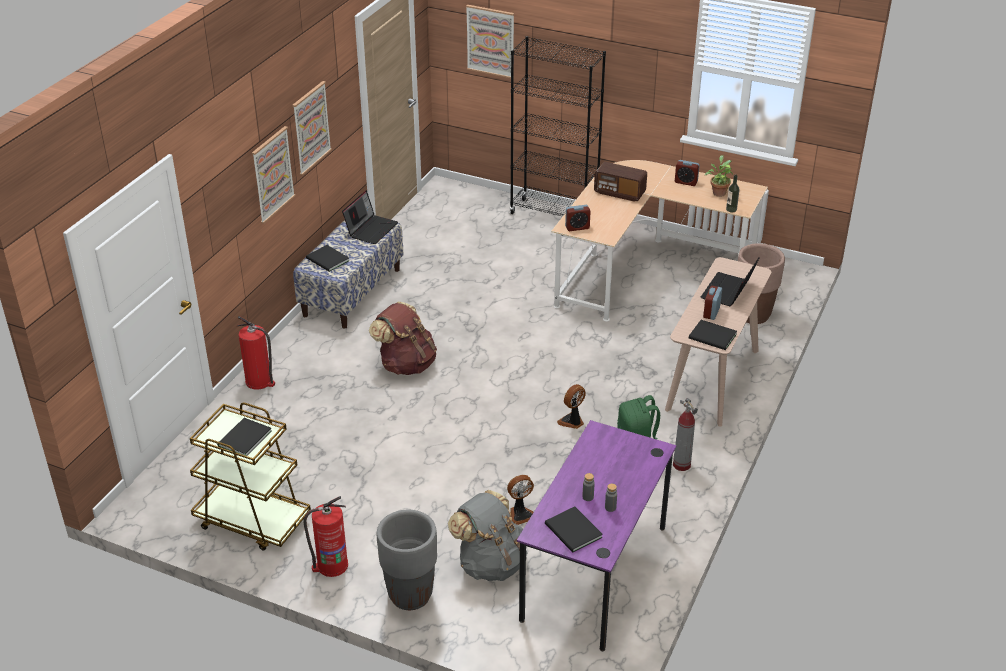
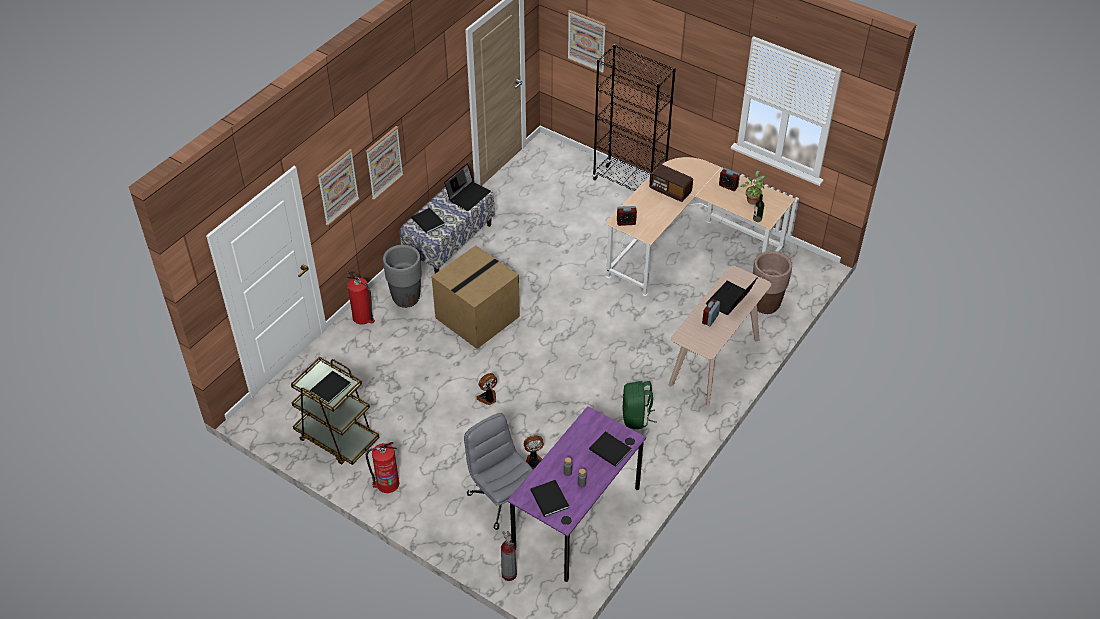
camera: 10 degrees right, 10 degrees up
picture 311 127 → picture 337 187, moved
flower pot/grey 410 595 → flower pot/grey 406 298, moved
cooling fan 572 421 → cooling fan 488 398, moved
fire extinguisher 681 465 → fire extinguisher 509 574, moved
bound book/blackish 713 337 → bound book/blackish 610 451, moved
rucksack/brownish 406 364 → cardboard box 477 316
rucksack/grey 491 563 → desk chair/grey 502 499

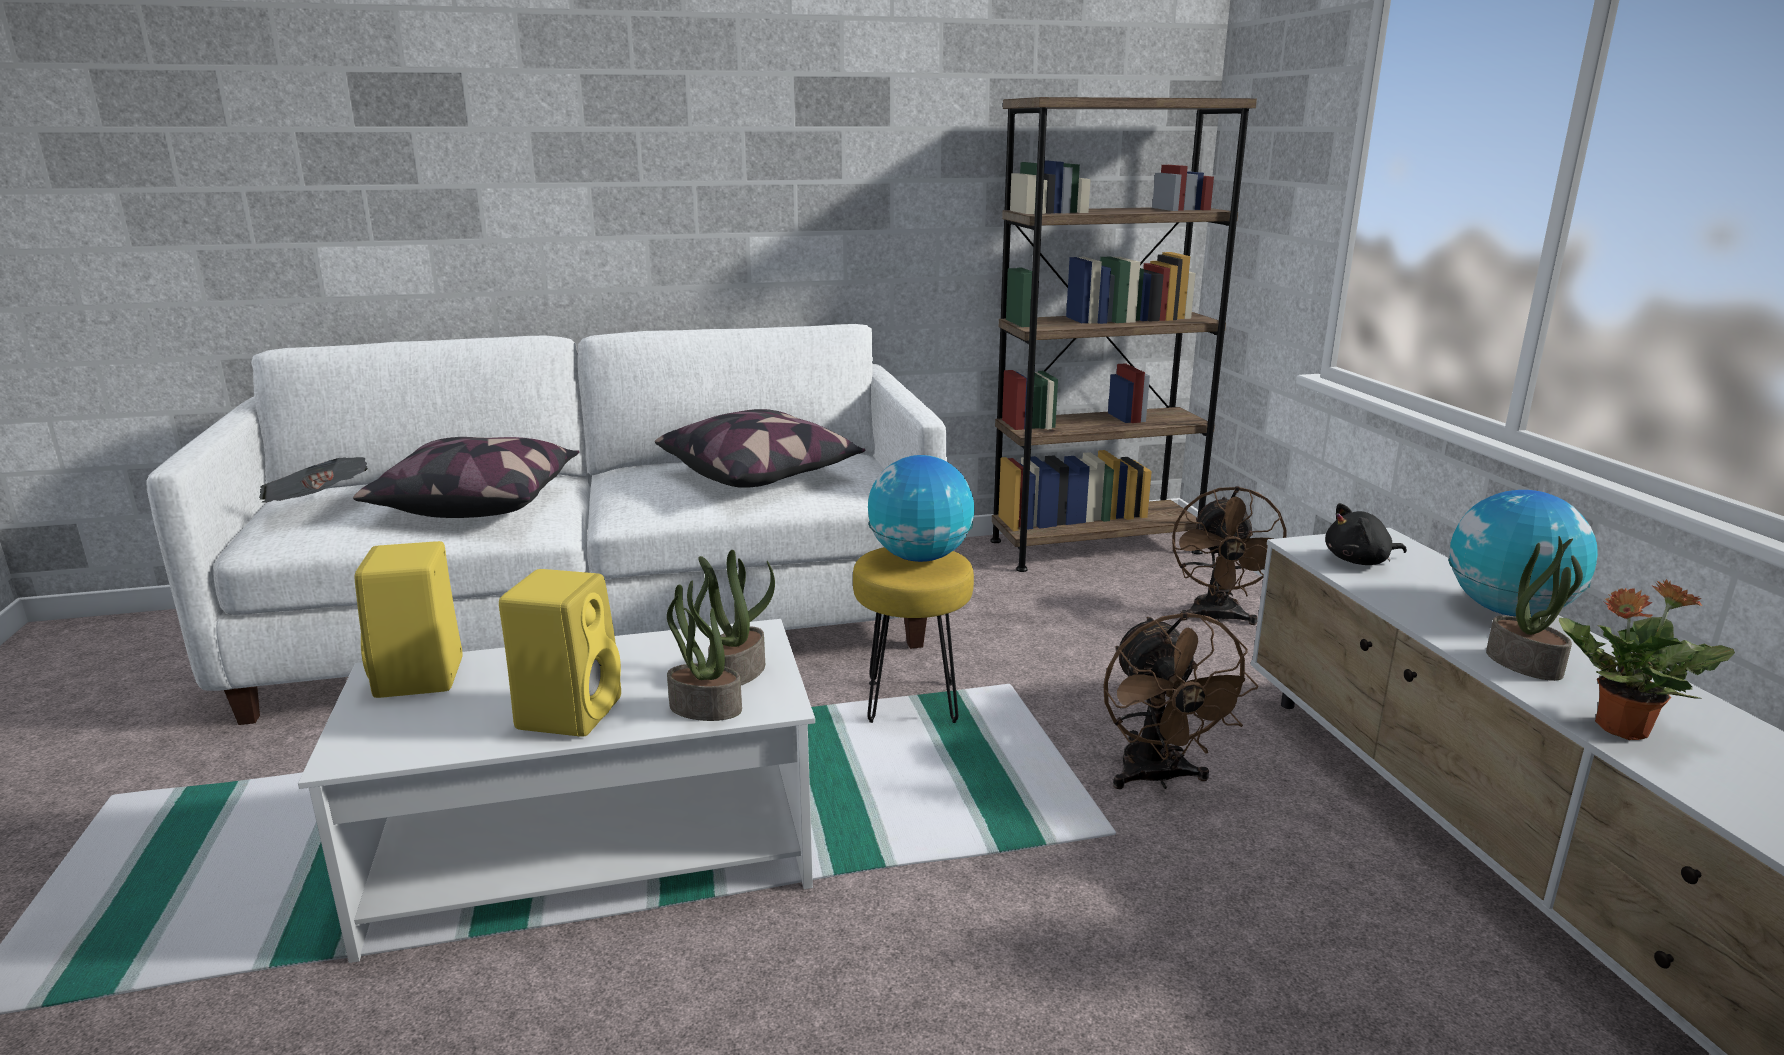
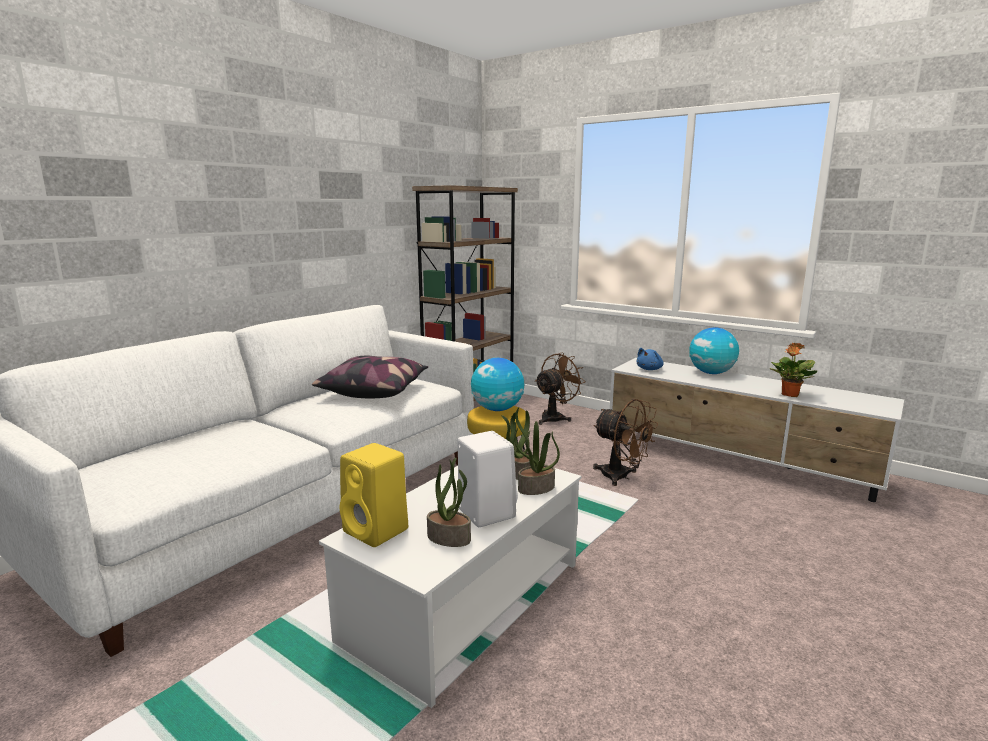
camera: 40 degrees left, 5 degrees down
daily paper 319 507 → -
throw pillow 478 503 → -
potted plant 1525 664 → potted plant 450 538, moved
speaker/yellow 570 711 → speaker/white 484 512
plush toy/blackish 1360 561 → plush toy/blue-coloured 650 369
cooling fan/brownish 1217 619 → cooling fan/brownish 555 417, 105 degrees counterclockwise

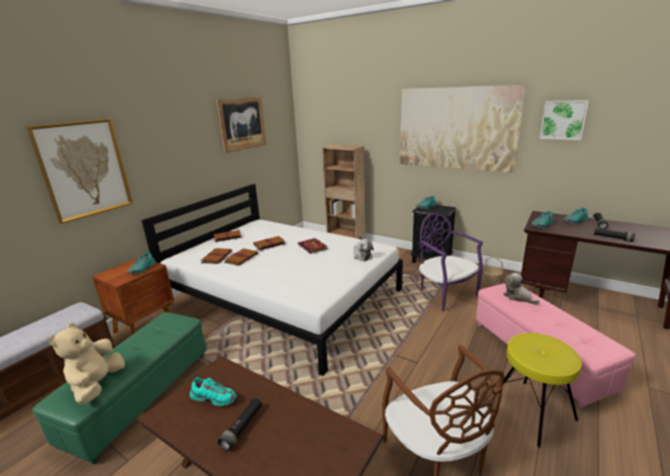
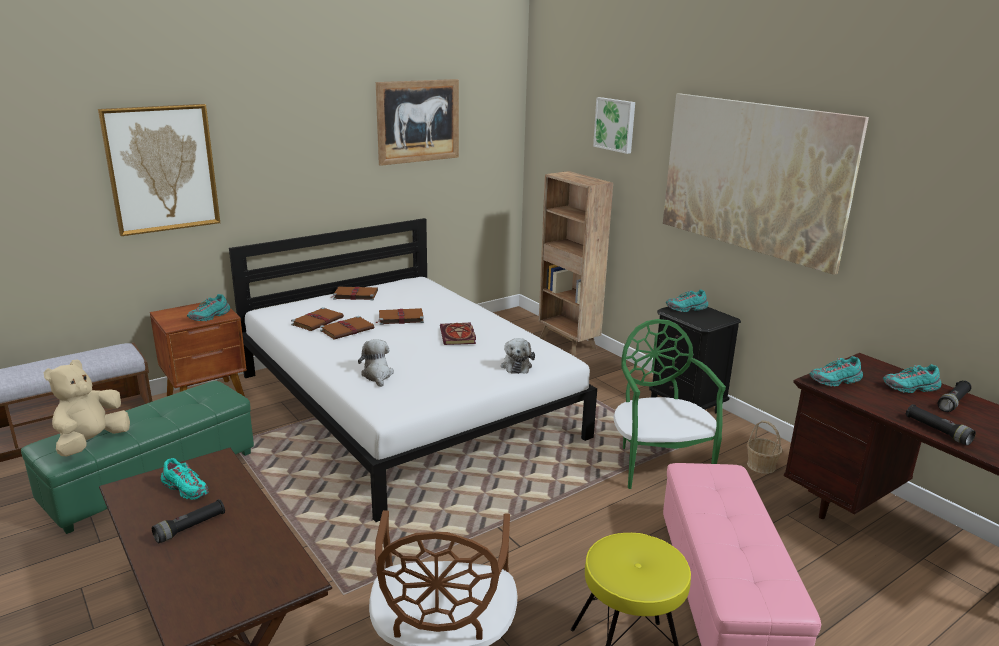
camera: 20 degrees right, 0 degrees up
plush toy 518 297 → plush toy 377 375, moved
picture 563 120 → picture 615 124, moved
chair/purple 445 294 → chair/greenish 658 464

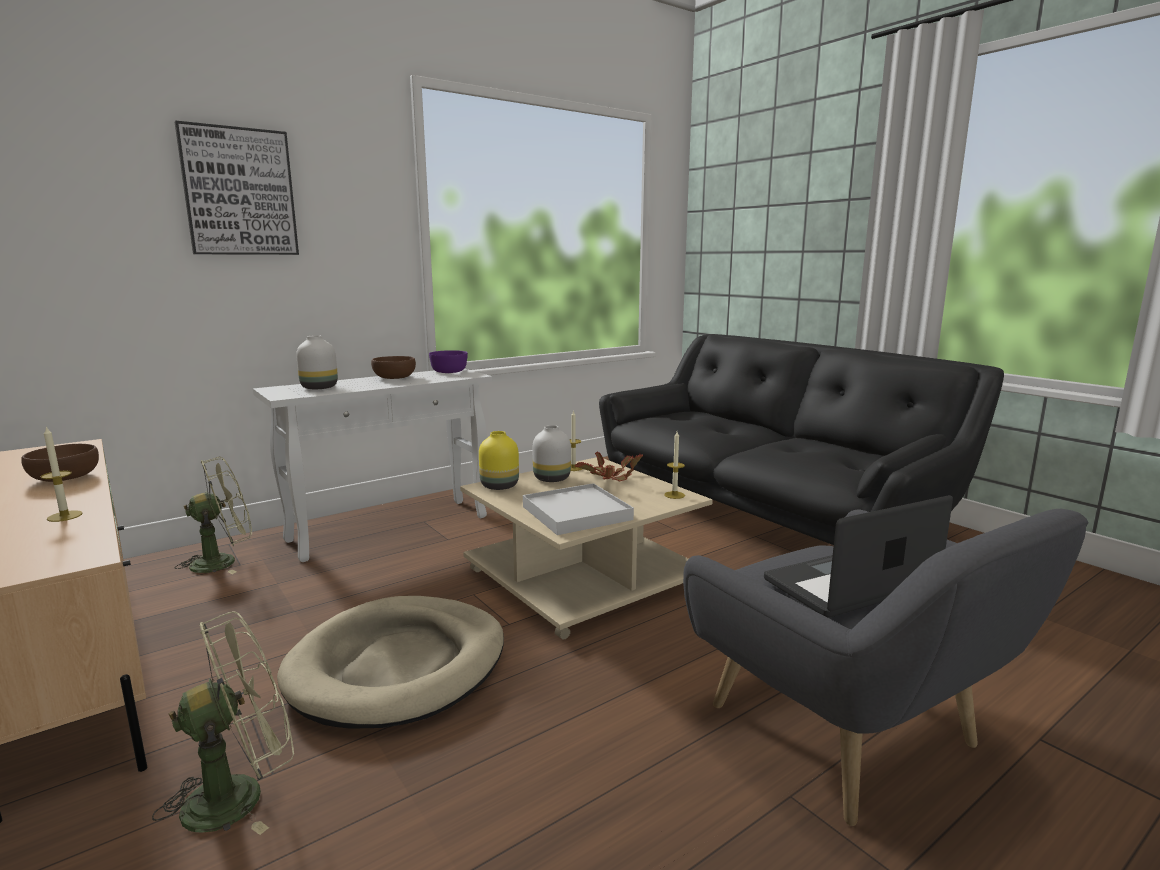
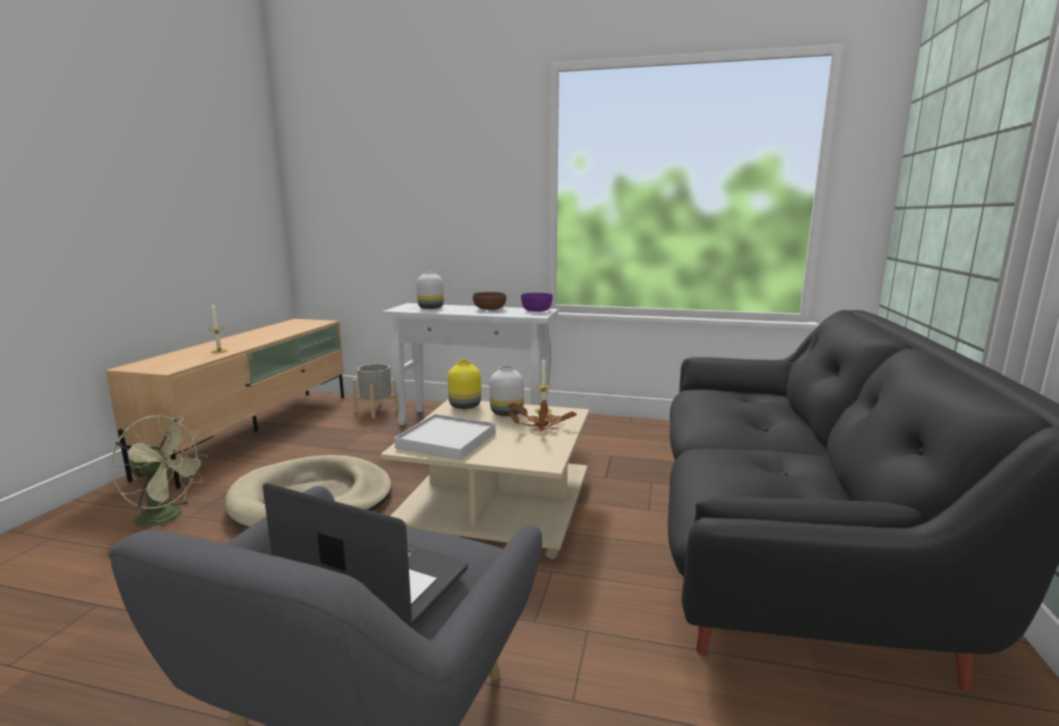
camera: 50 degrees right, 0 degrees up
bowl/brownish 66 478 → -
picture 239 192 → -
wax light 674 495 → -
cooling fan/greenish 223 561 → flower pot/grey 376 410

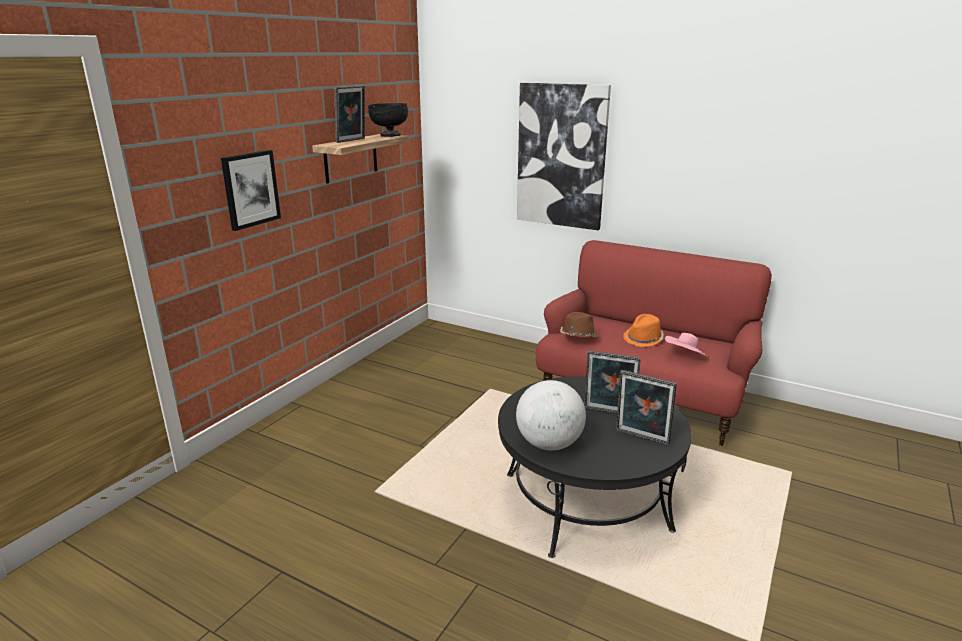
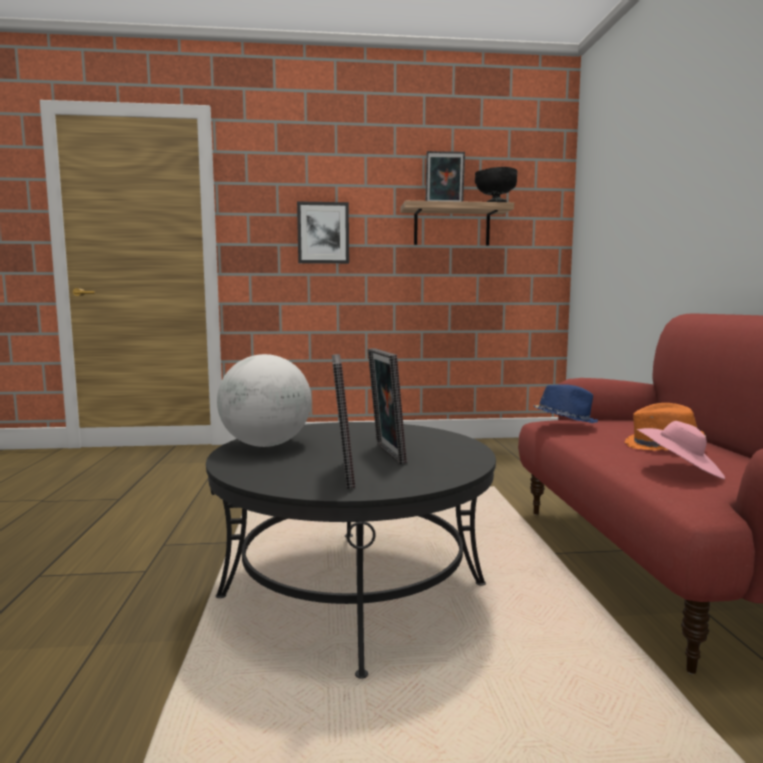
camera: 55 degrees right, 15 degrees down
picture 561 156 → -
hat/brownish 578 336 → hat/blue-coloured 564 420

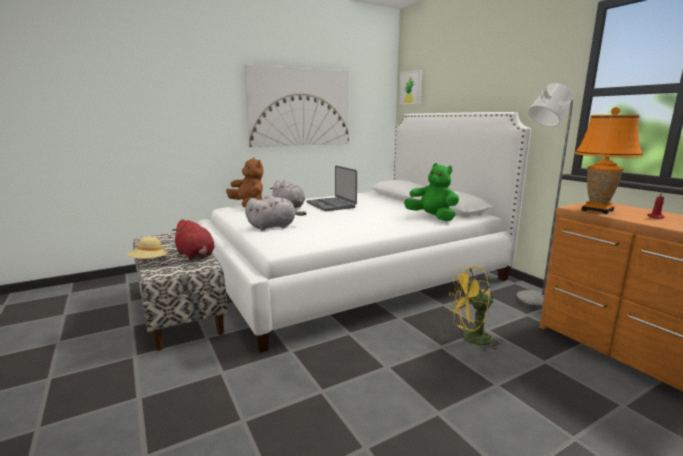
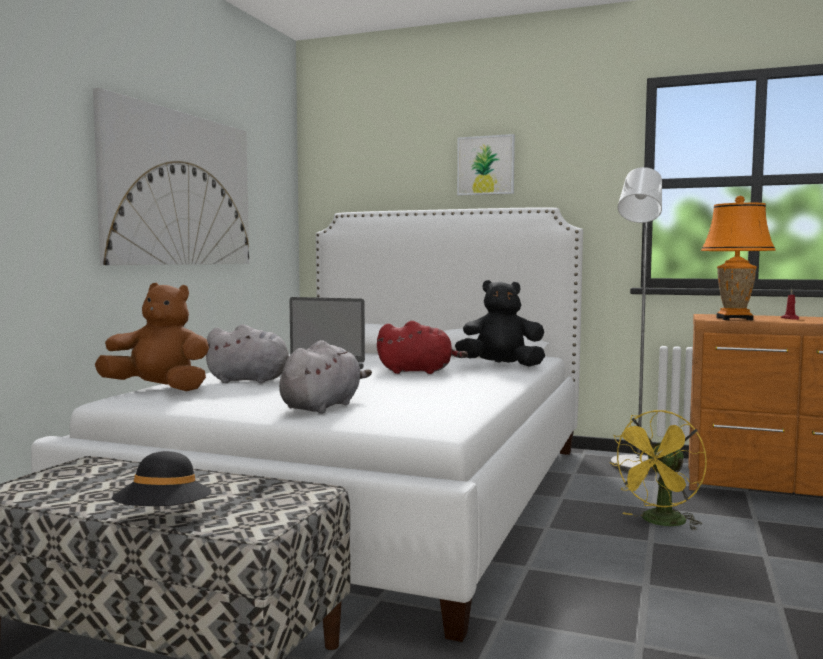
camera: 40 degrees left, 10 degrees down
plush toy/red-coloured 196 255 → plush toy/red-coloured 418 372, moved
picture 410 88 → picture 486 165, moved
hat/beige-coloured 149 261 → hat/blackish 163 517
plush toy/greenish 432 217 → plush toy/blackish 501 366

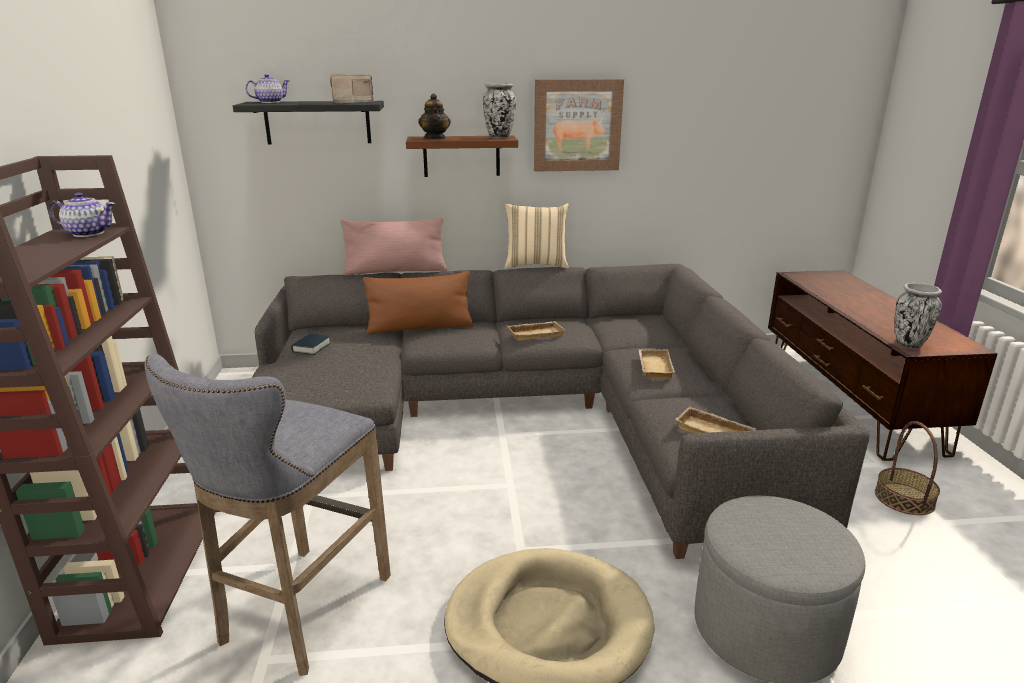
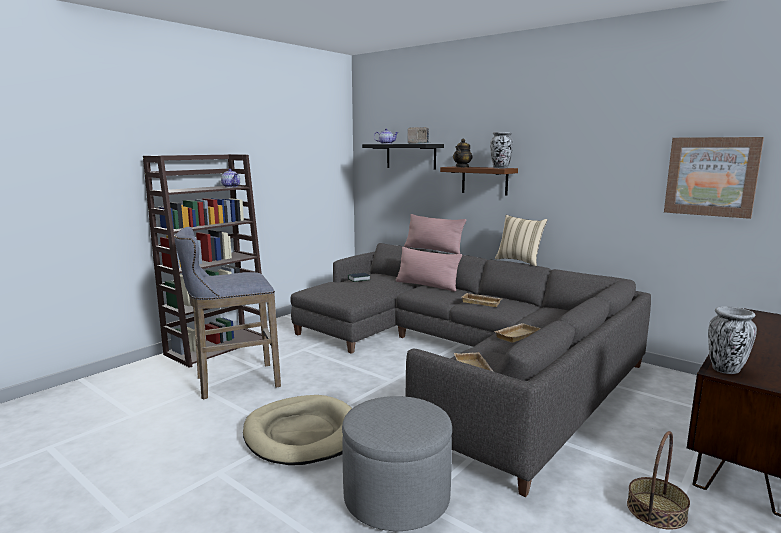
camera: 45 degrees right, 10 degrees down
picture 577 125 → picture 711 176, moved
throw pillow/brownish 420 328 → throw pillow/pink-coloured 427 285

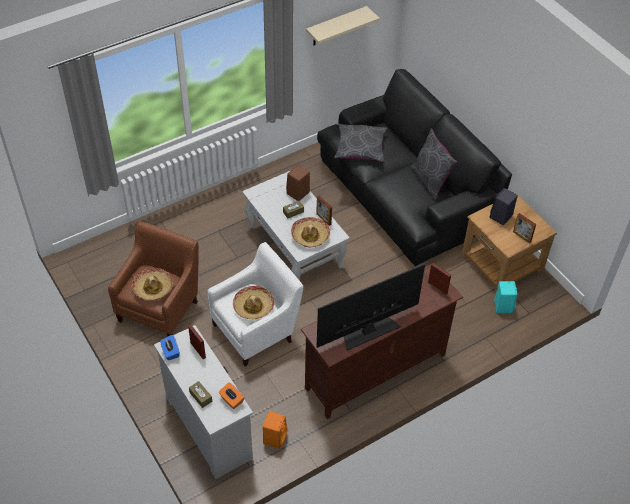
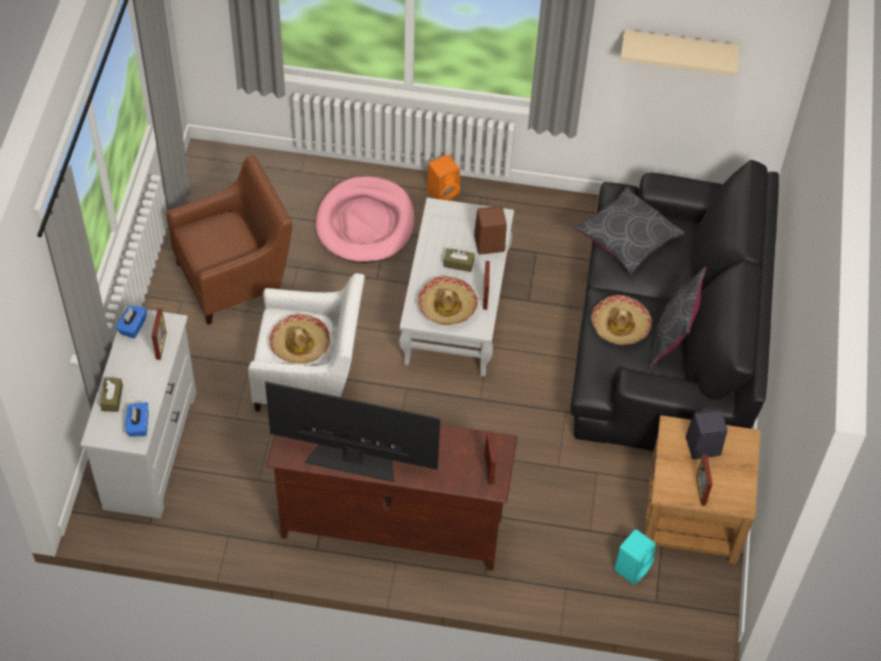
camera: 40 degrees right, 5 degrees up
- → pet bed/pink-coloured 365 223
hat 153 287 → hat 620 325, moved
speaker/orange 275 437 → speaker/orange 443 192, moved
box of tissues/orange 231 400 → box of tissues/blue-coloured 138 425

